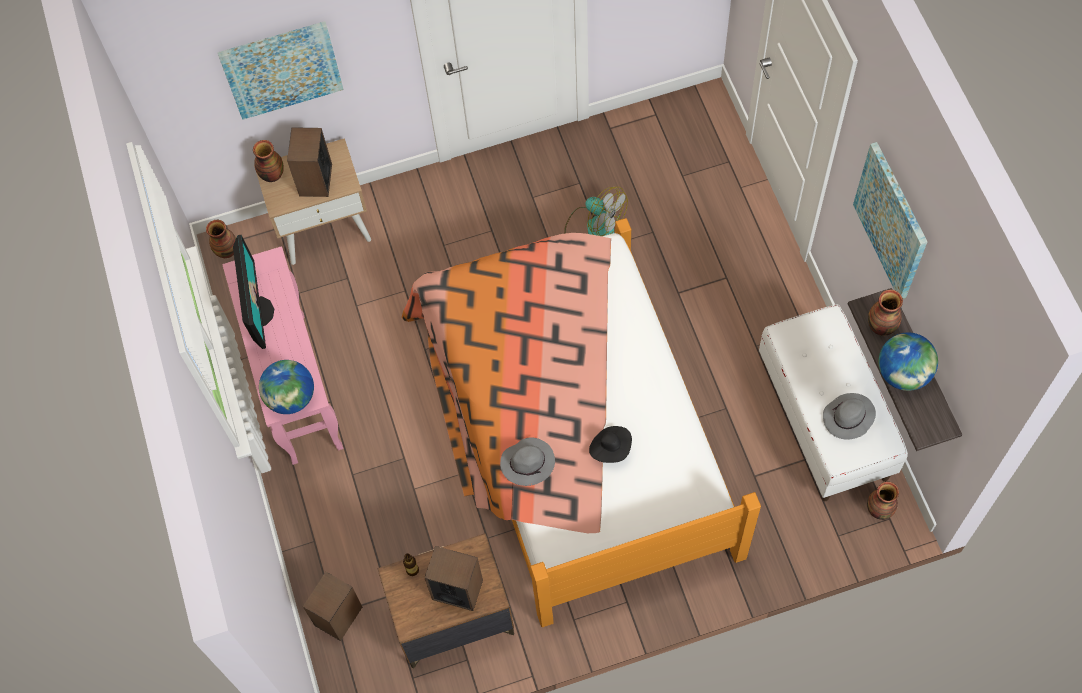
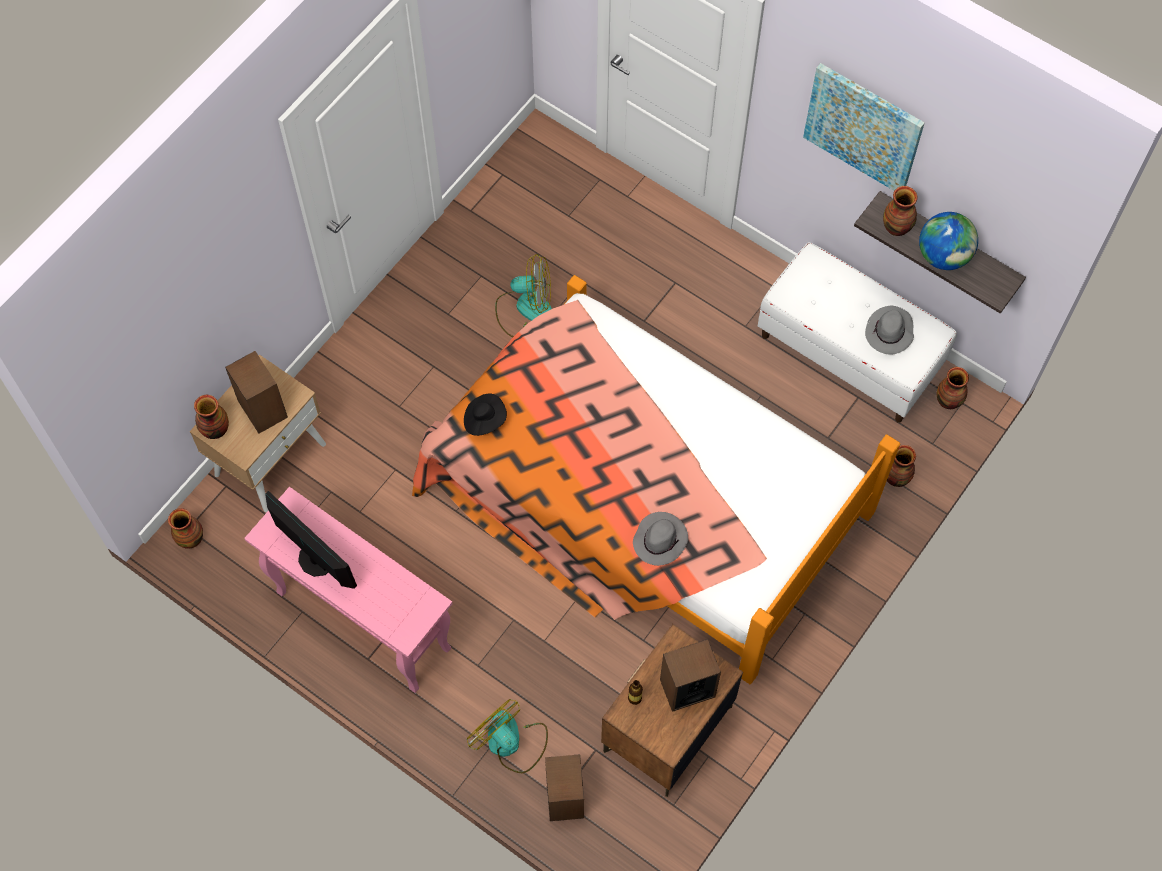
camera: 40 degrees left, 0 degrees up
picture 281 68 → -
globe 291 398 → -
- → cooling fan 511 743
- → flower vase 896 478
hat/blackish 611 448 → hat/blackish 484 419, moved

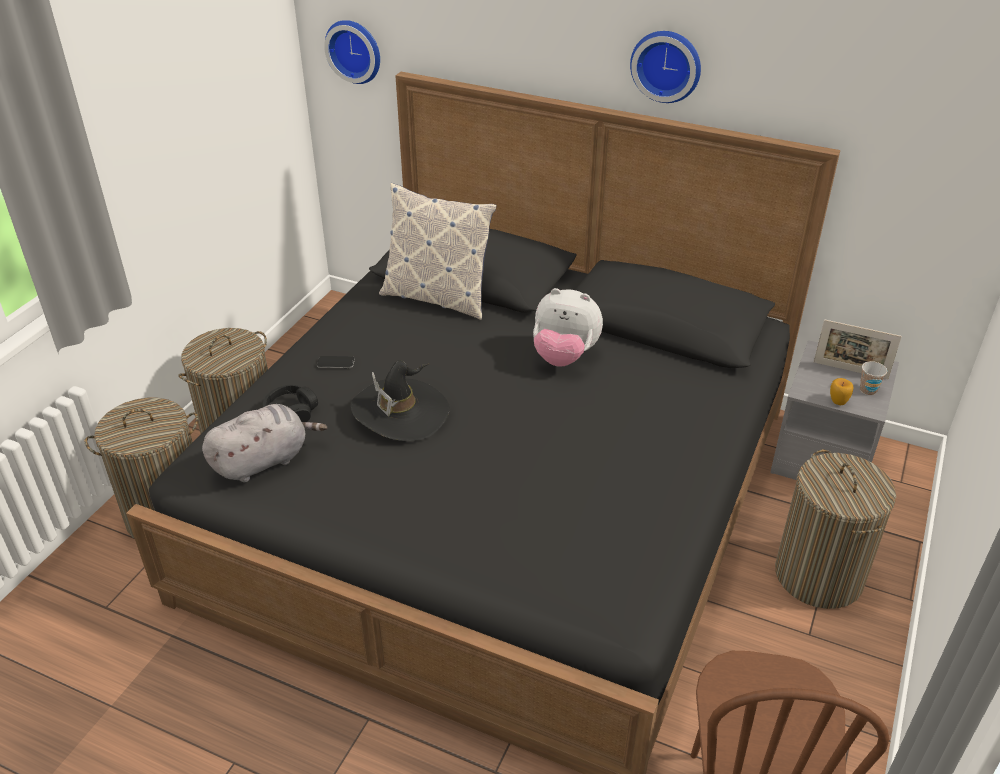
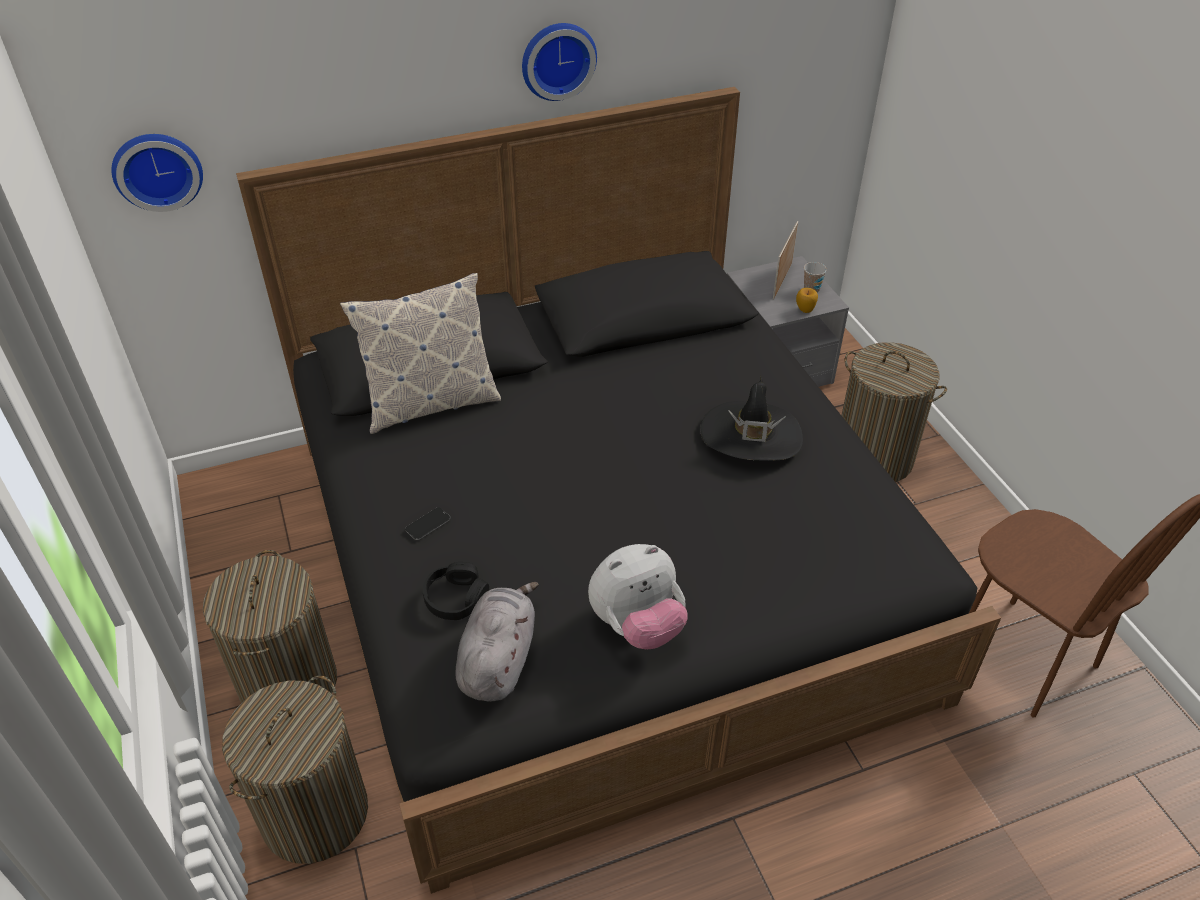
camera: 45 degrees left, 5 degrees up
hat/blackish 400 412 → hat/blackish 751 436, moved
plush toy 564 357 → plush toy 637 625, moved
standing frame 850 370 → standing frame 782 280, 135 degrees clockwise

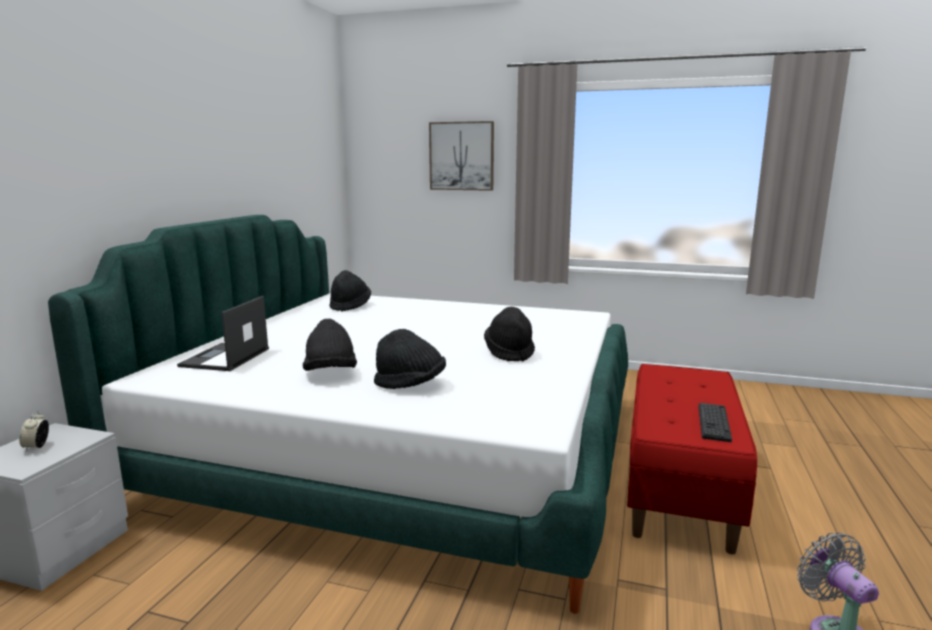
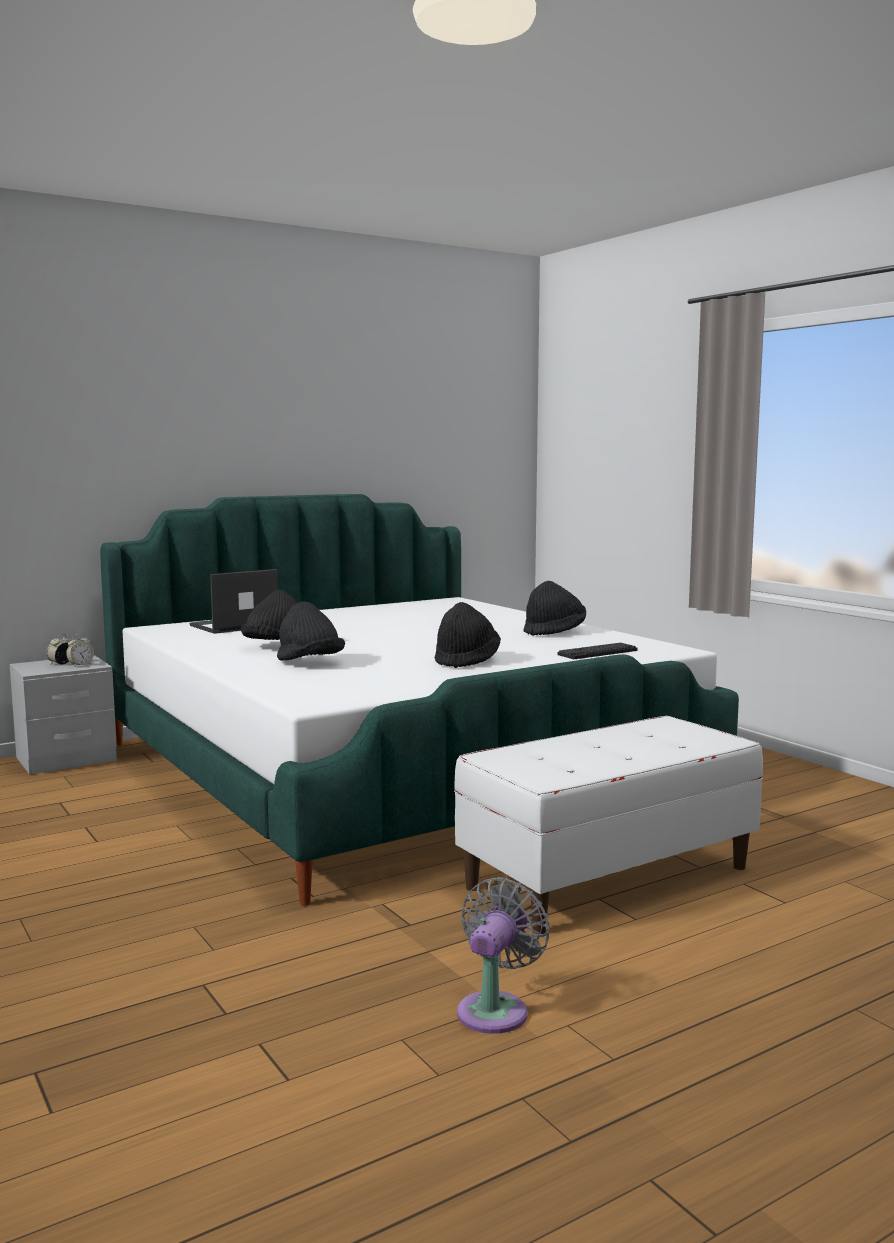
camera: 40 degrees right, 5 degrees down
picture 461 156 → -
- → table clock 80 665
hat/blackish 350 306 → hat/blackish 554 632, moved
keyboard 713 422 → keyboard 597 652, moved
long seat/red-coloured 678 488 → long seat/white 608 877

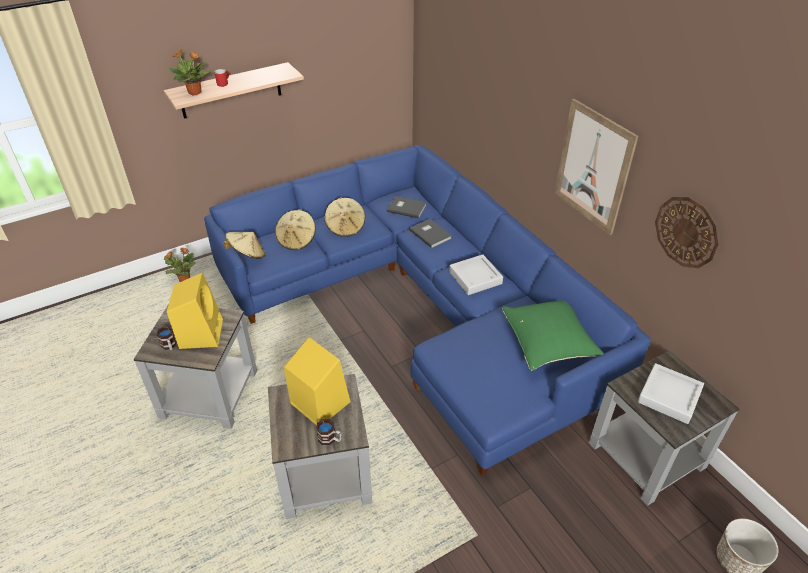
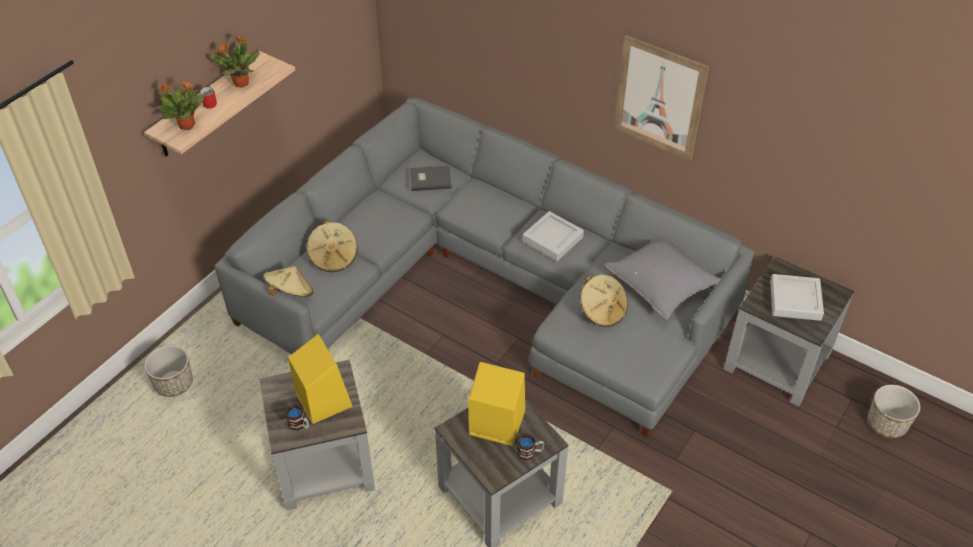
camera: 25 degrees left, 5 degrees up
bound book/grey 431 234 → -
clock on the wall 686 232 → -
- → flower pot 174 383
potted plant 184 279 → potted plant 240 83, moved
hat/beige-coloured 345 227 → hat/beige-coloured 602 311, moved
sofa/blue-coloured 424 305 → sofa/grey 490 284
throw pillow/greenish 549 344 → throw pillow/grey 662 286

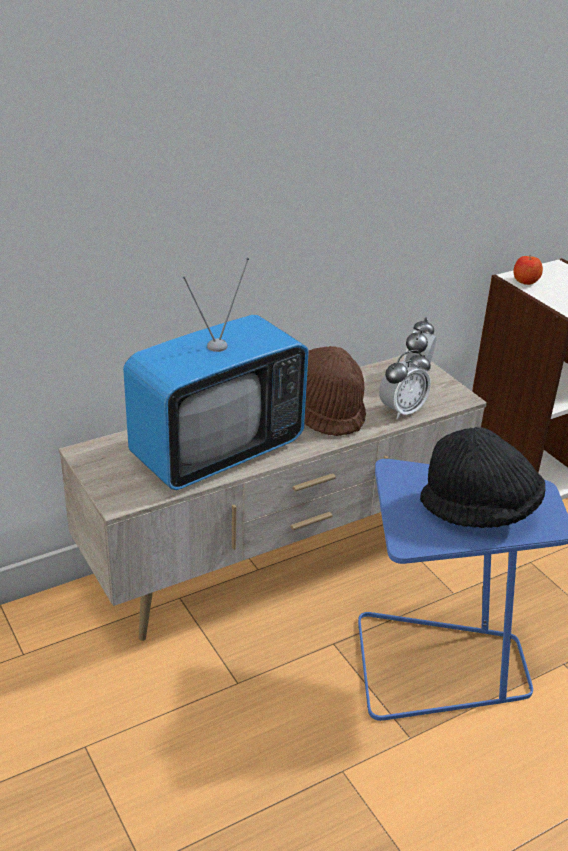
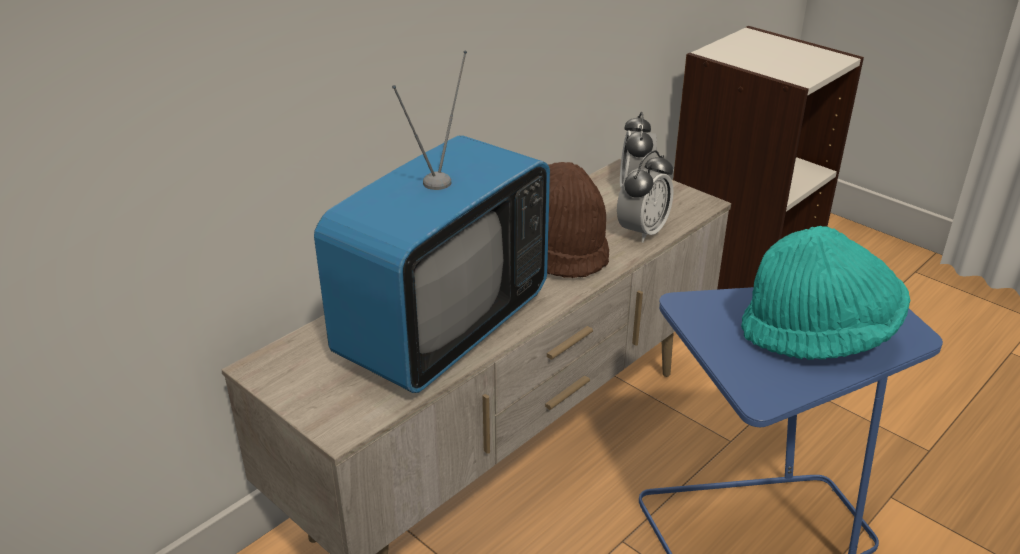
camera: 15 degrees left, 0 degrees up
apple fruit 525 281 → -
hat/blackish 479 510 → hat/turquoise-coloured 818 335

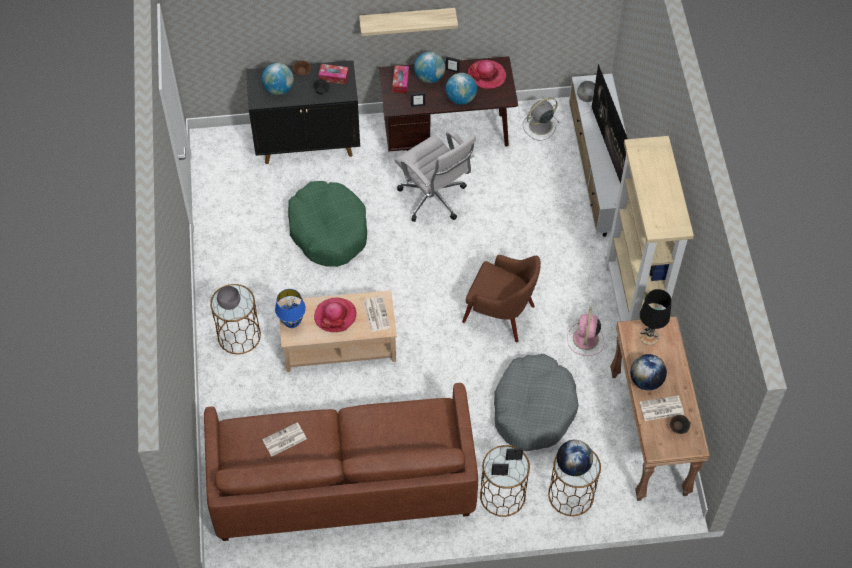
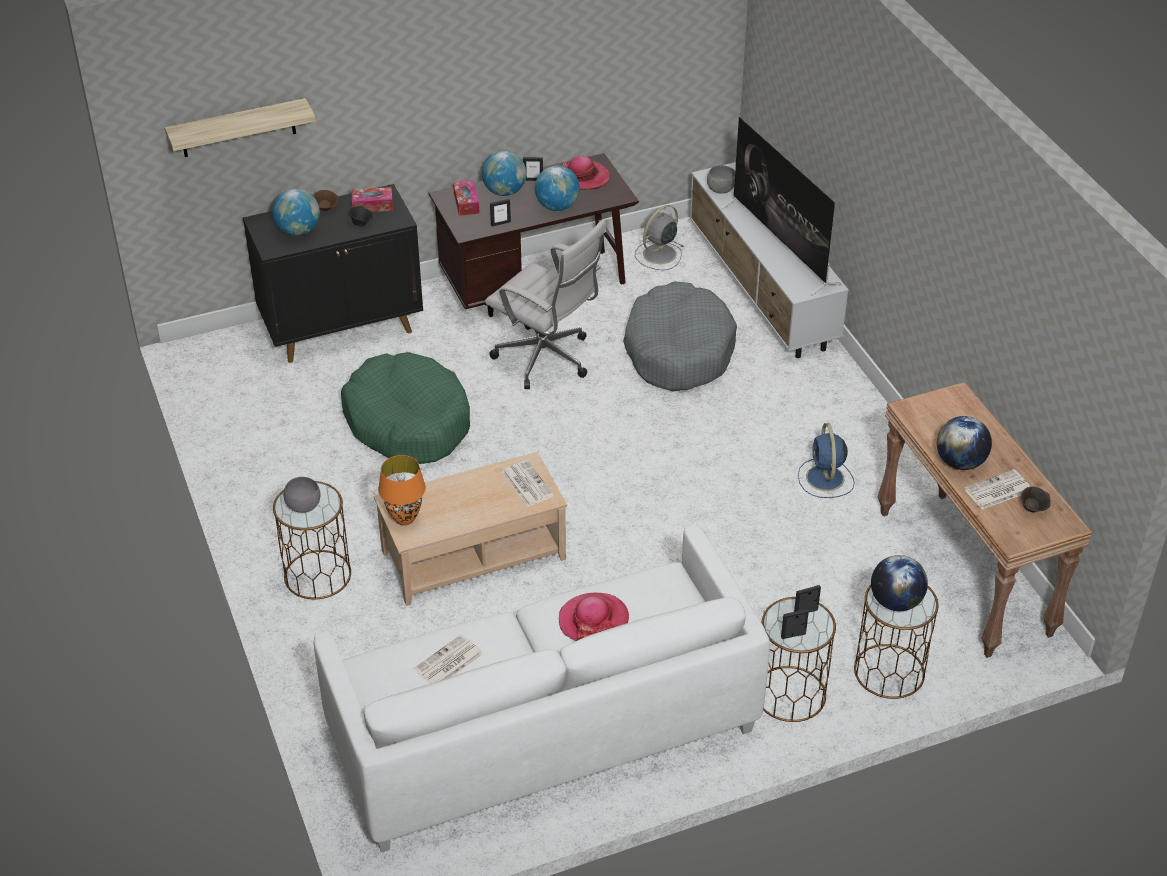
camera: 15 degrees left, 15 degrees down
armchair/brownish 501 314 → -
bookshelf/beige-coloured 632 306 → -
table lamp/blackish 649 336 → -
hat 335 316 → hat 593 620, moved
bracket shelf 407 20 → bracket shelf 238 128, moved
pet bed/grey 533 408 → pet bed/grey 678 350, moved
sofa/brownish 342 482 → sofa/white 542 730
table lamp/blue-coloured 292 323 → table lamp/orange 404 519
cooling fan/pink-coloured 585 339 → cooling fan/blue-coloured 825 479

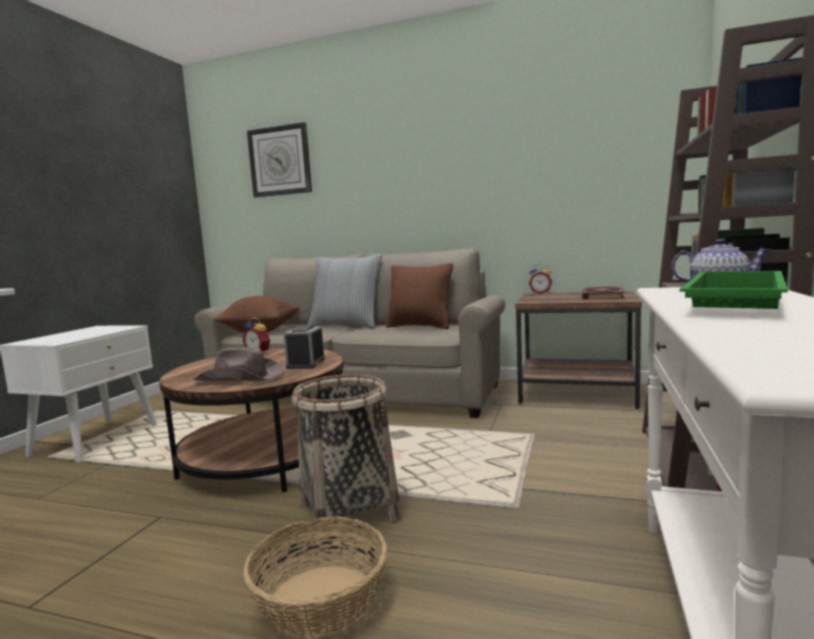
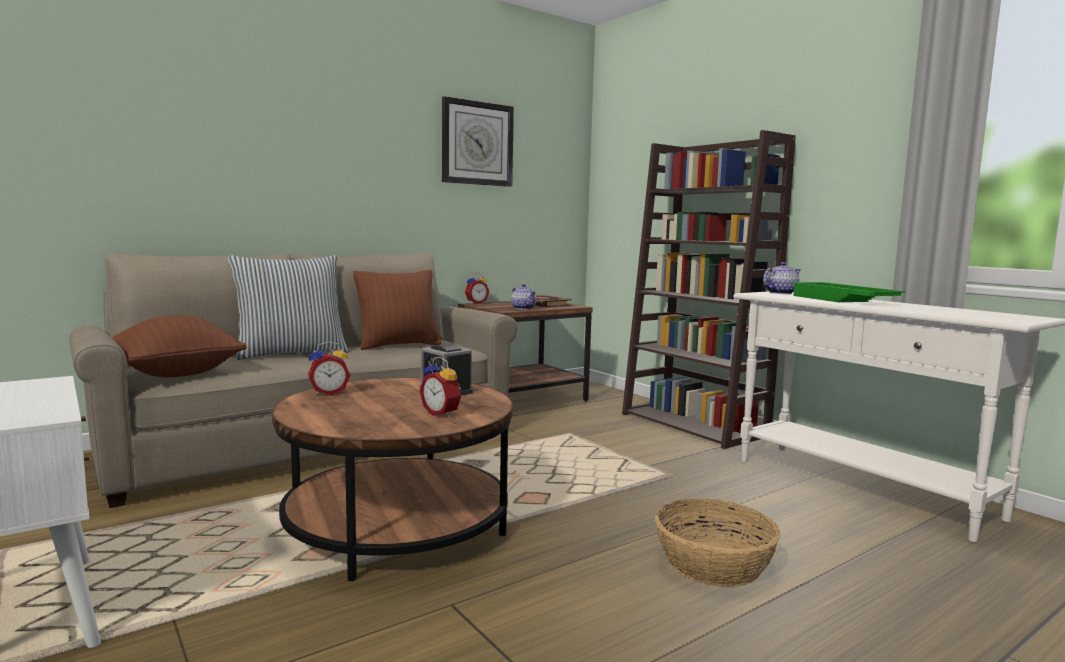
camera: 55 degrees left, 0 degrees up
storage basket 348 511 → -
- → tea pot 523 308
clock on the wall 280 161 → clock on the wall 477 143, moved
hat/brownish 241 378 → table clock 442 413

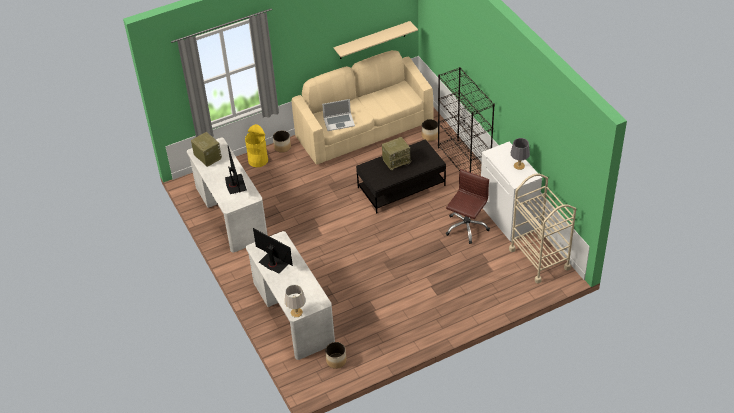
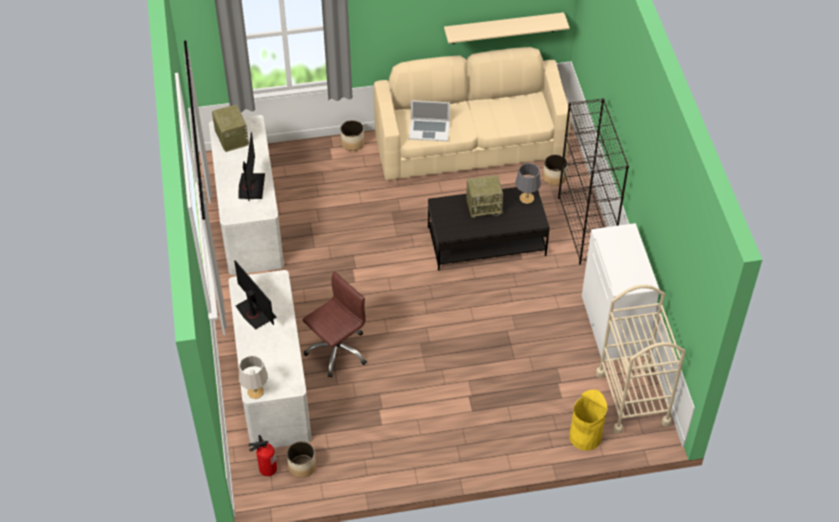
camera: 15 degrees right, 5 degrees up
- → fire extinguisher 266 468
trash can/yellow 258 160 → trash can/yellow 585 436, moved
desk chair/brownish 466 227 → desk chair/brownish 337 350, moved
table lamp/grey 519 166 → table lamp/grey 526 198, moved

